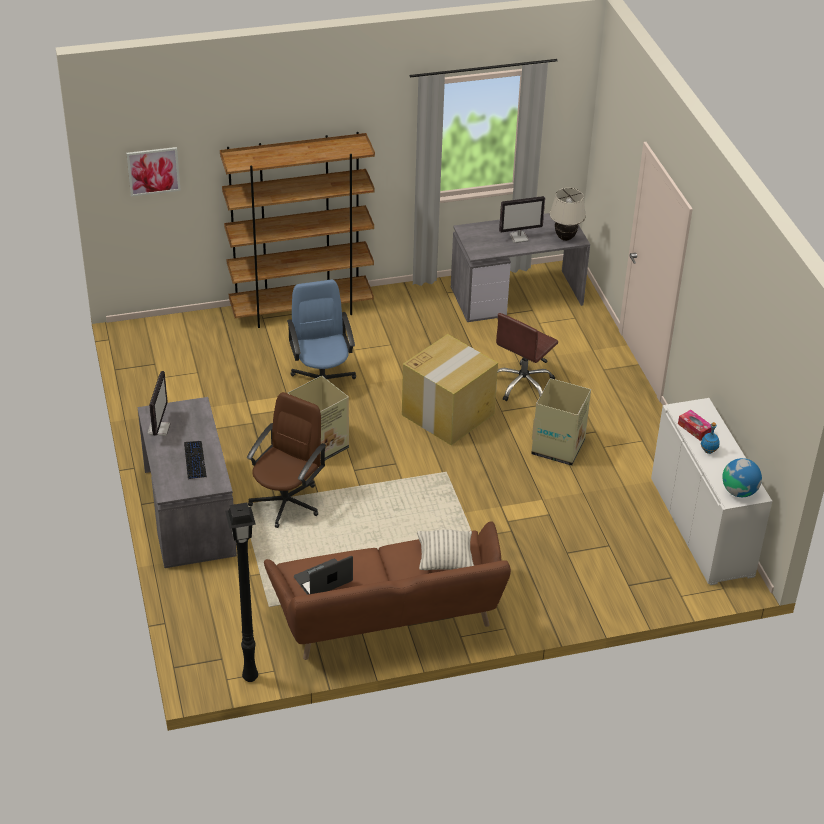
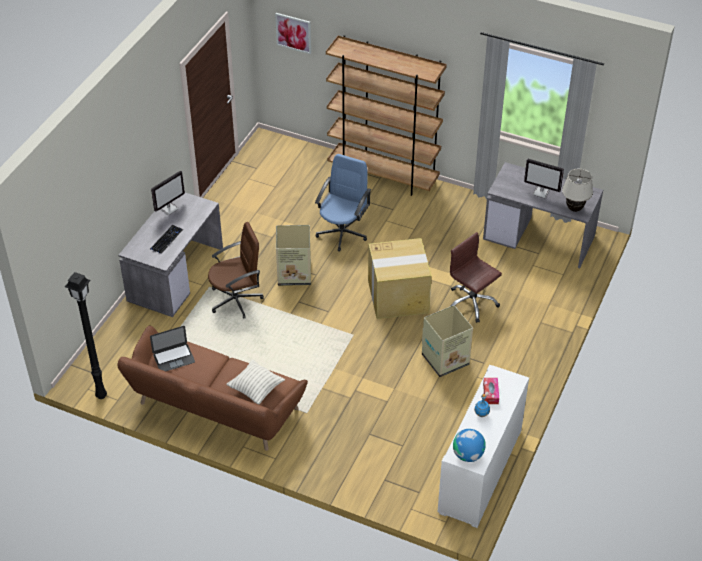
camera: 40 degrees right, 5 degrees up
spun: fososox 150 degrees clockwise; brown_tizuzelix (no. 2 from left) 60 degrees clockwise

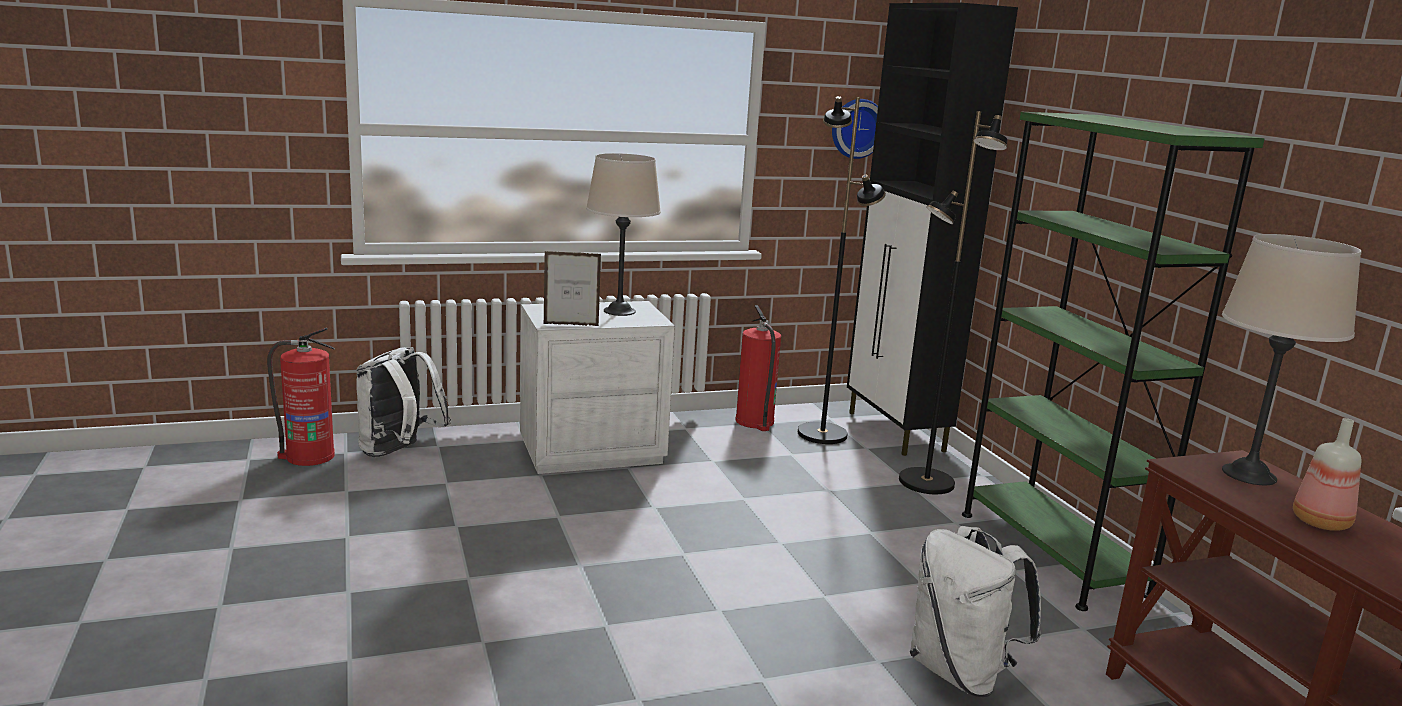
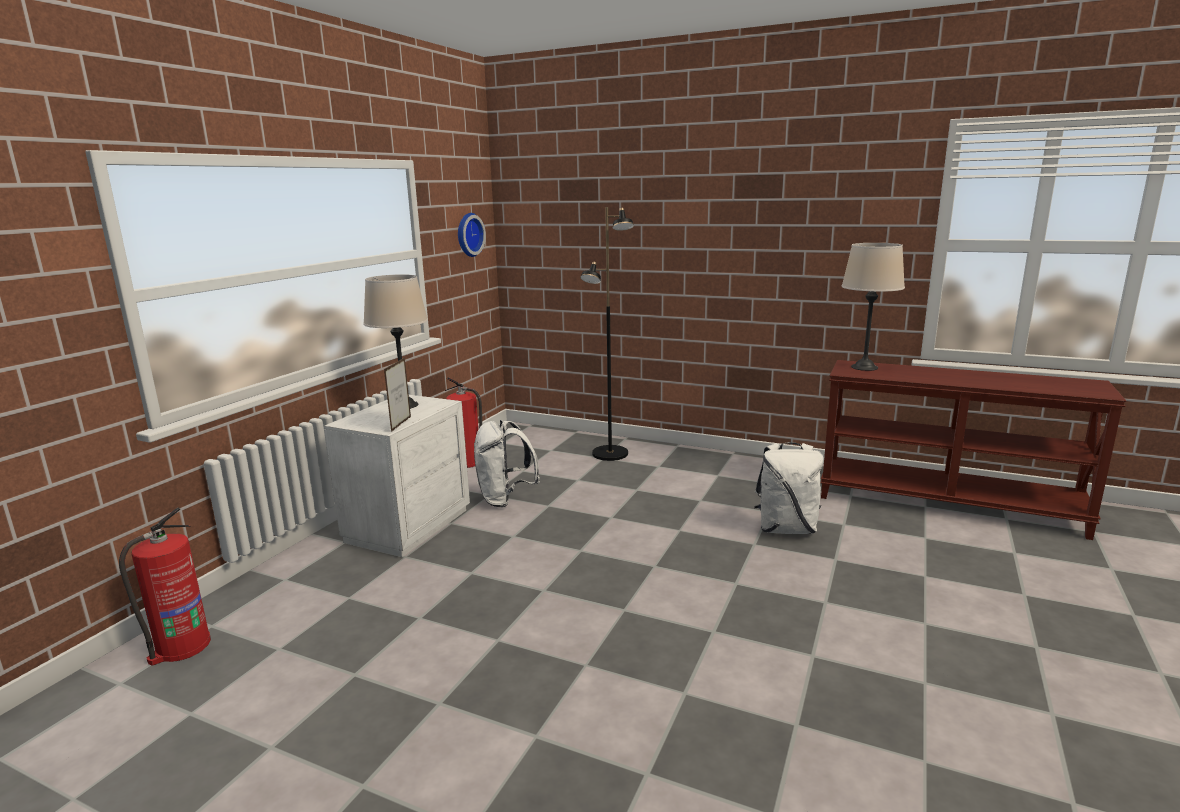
camera: 45 degrees left, 0 degrees up
missing: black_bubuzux (no. 1 from left); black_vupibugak; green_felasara; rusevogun
relocated: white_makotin (no. 1 from left)
spun: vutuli 150 degrees clockwise

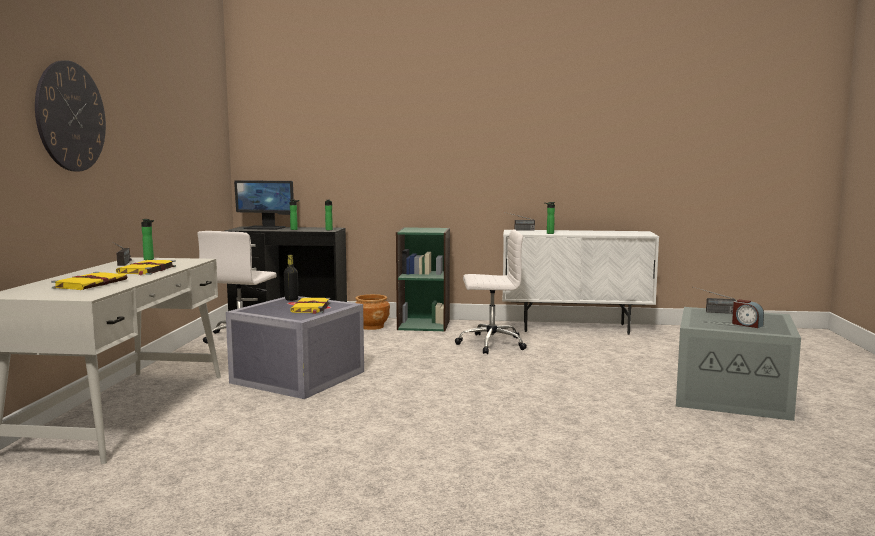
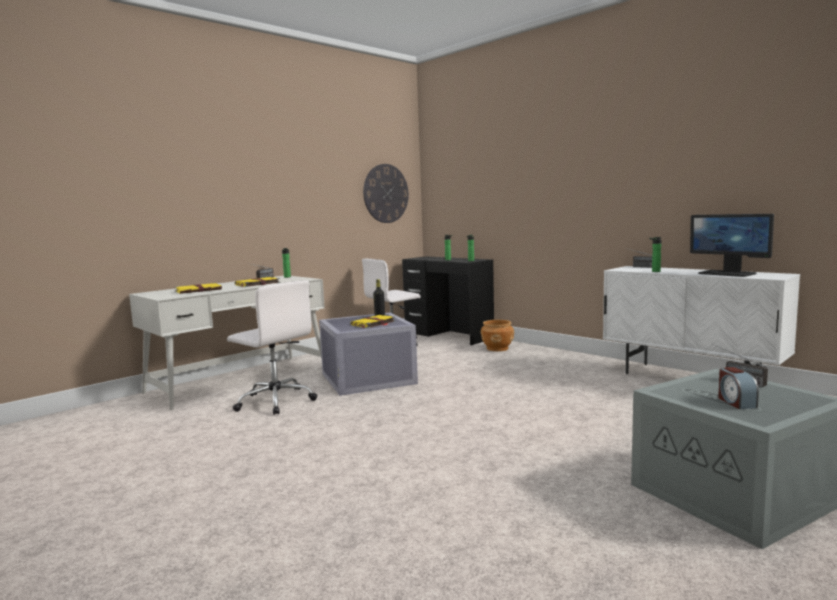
camera: 40 degrees right, 0 degrees up
missing: green_felasara
relocated: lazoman; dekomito; white_tizuzelix (no. 2 from left in the first image) to white_tizuzelix (no. 1 from left)

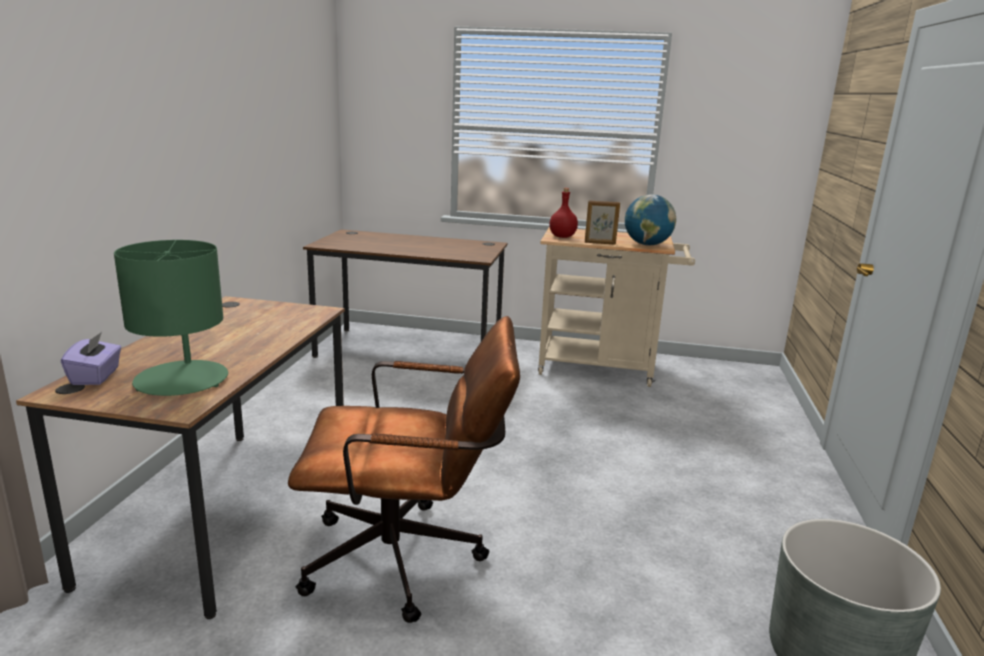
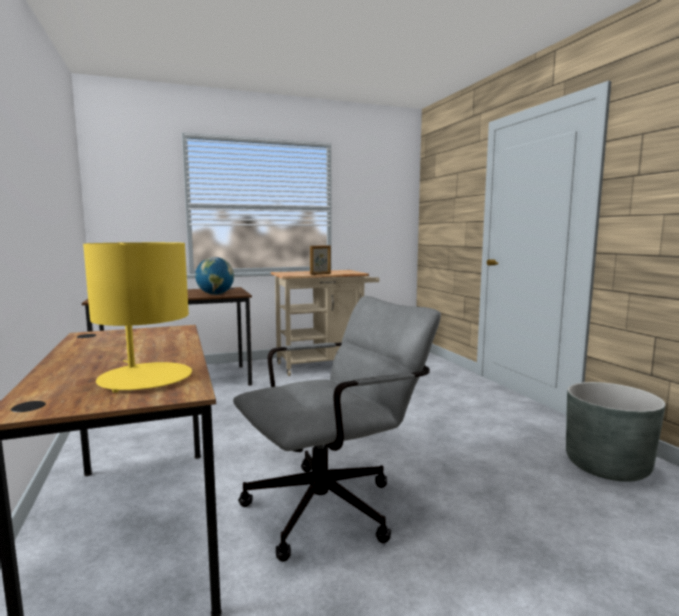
camera: 30 degrees left, 10 degrees down
missing: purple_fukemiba; red_rusevogun
relocated: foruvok
colour: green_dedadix to yellow_dedadix; brown_tizuzelix to grey_tizuzelix

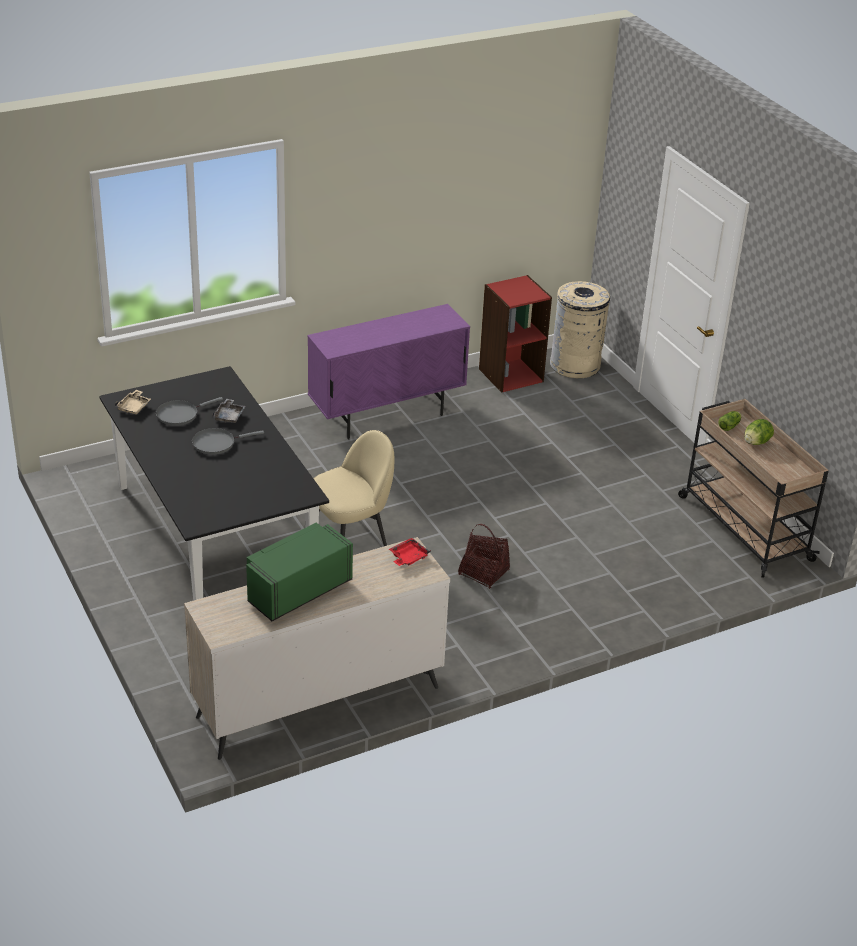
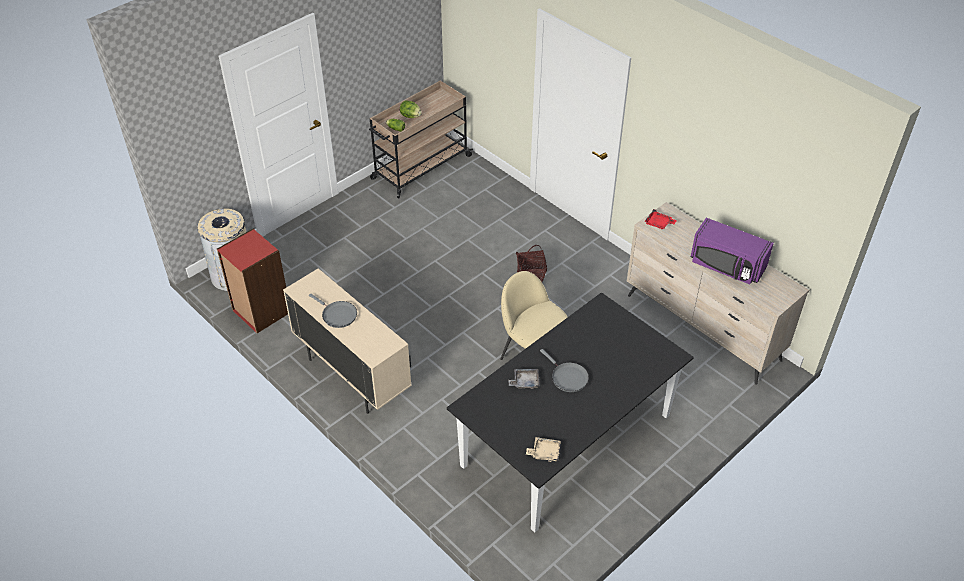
camera: 105 degrees left, 10 degrees up
relocated: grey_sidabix (no. 1 from left)
colour: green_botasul to purple_botasul; purple_vupibugak to beige_vupibugak

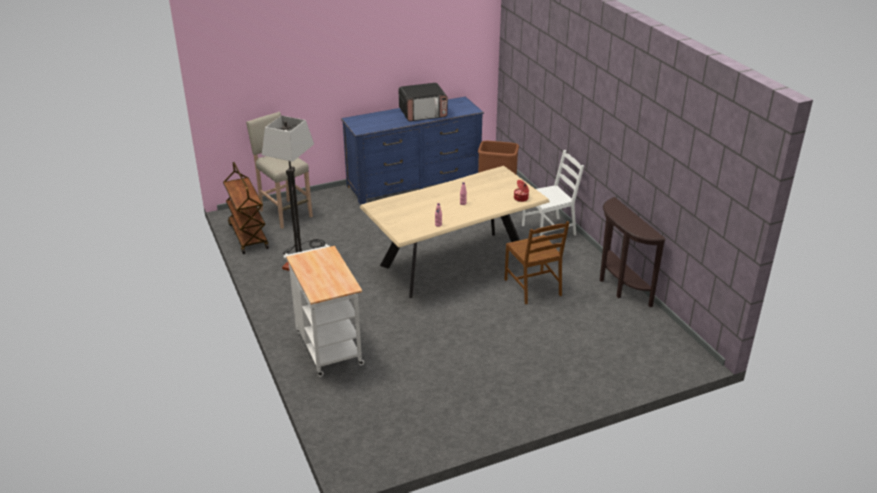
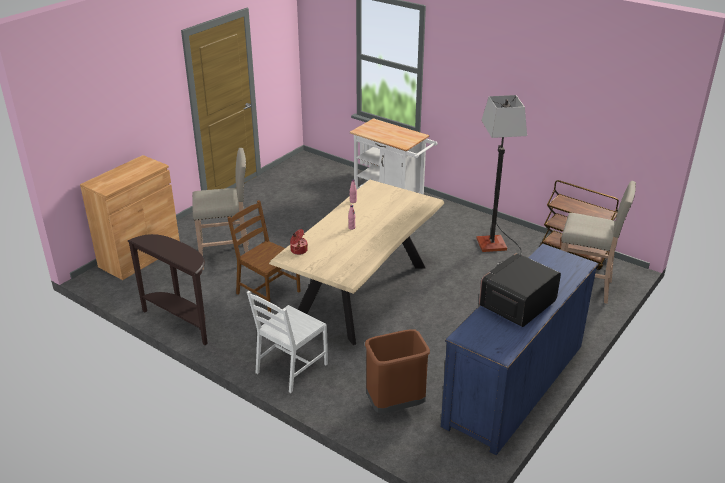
camera: 150 degrees right, 0 degrees up
appeared: brown_vupibugak; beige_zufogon (no. 1 from left)

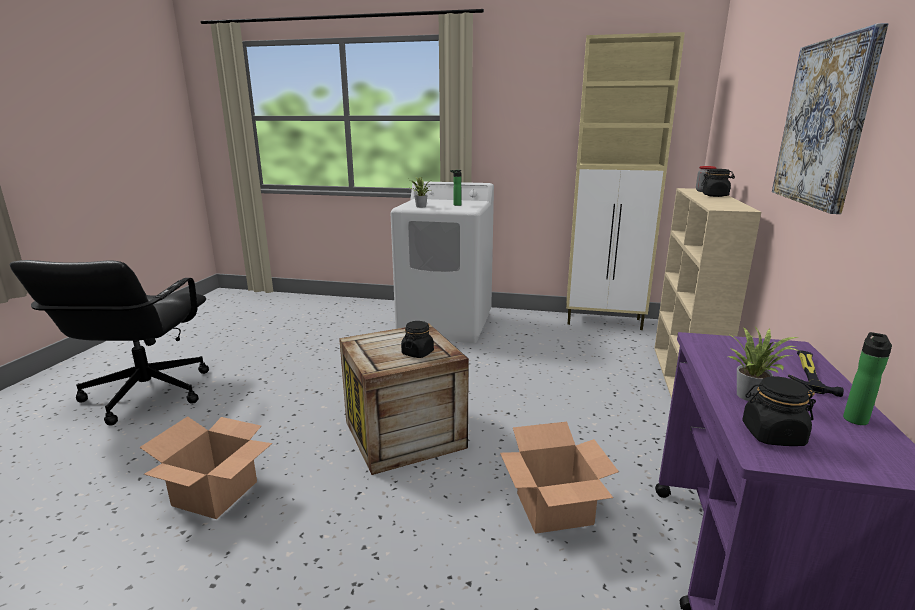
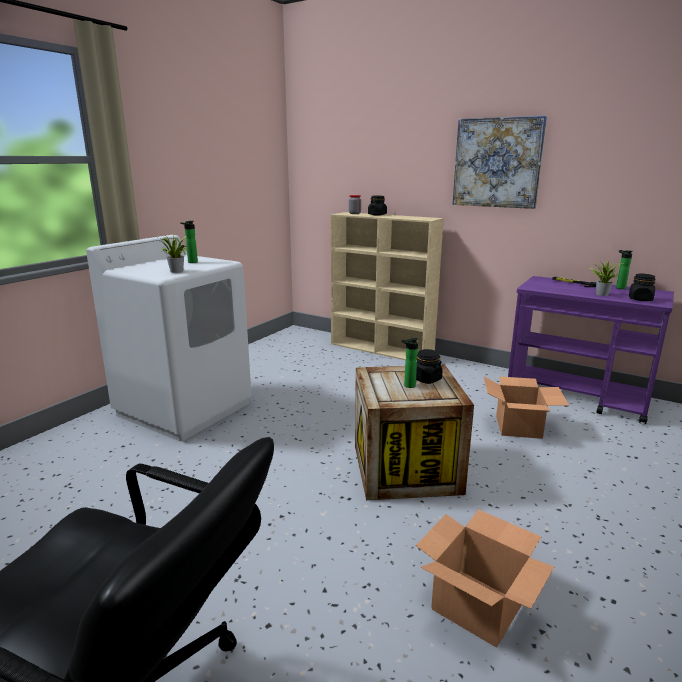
camera: 70 degrees left, 0 degrees up
missing: beige_vupibugak
appeared: rusevogun (no. 2 from left)

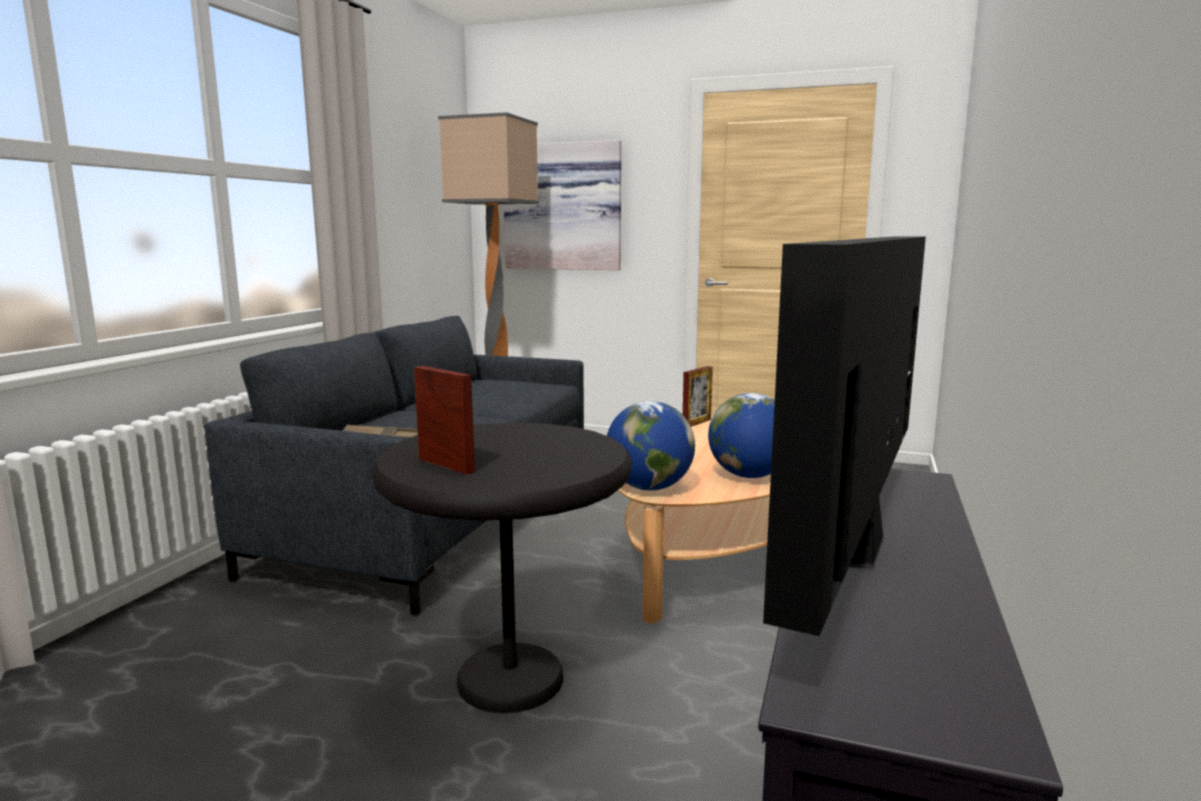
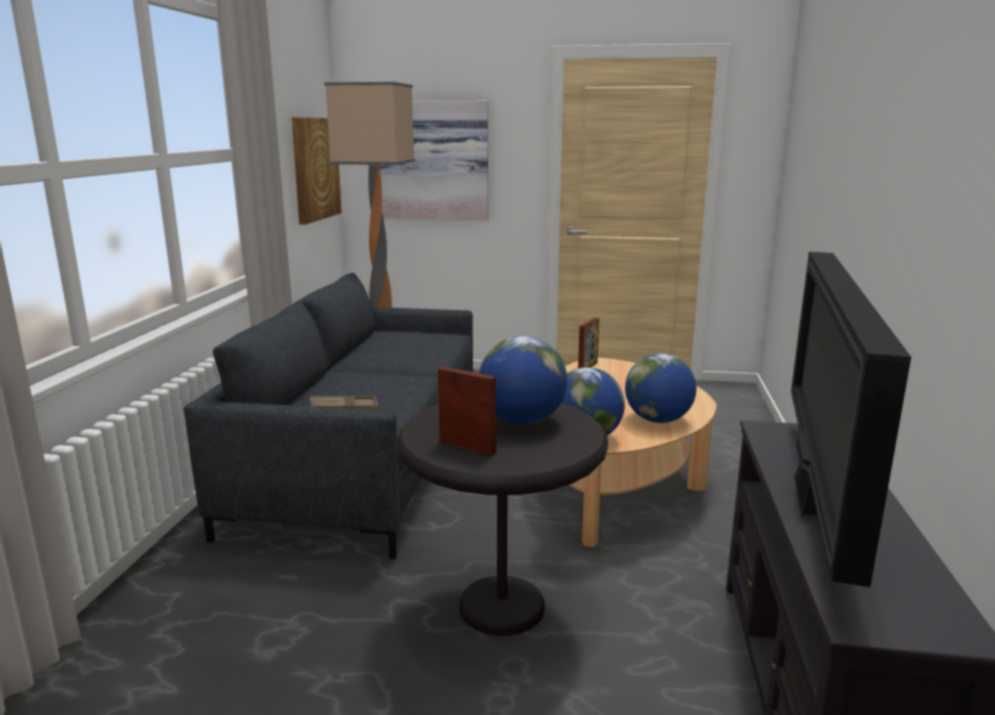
camera: 10 degrees left, 5 degrees up
appeared: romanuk (no. 1 from left); foruvok (no. 1 from left)

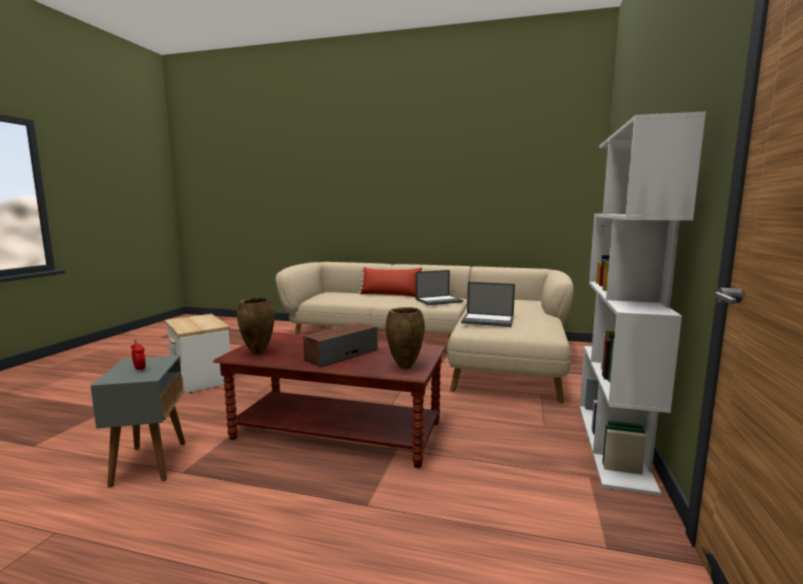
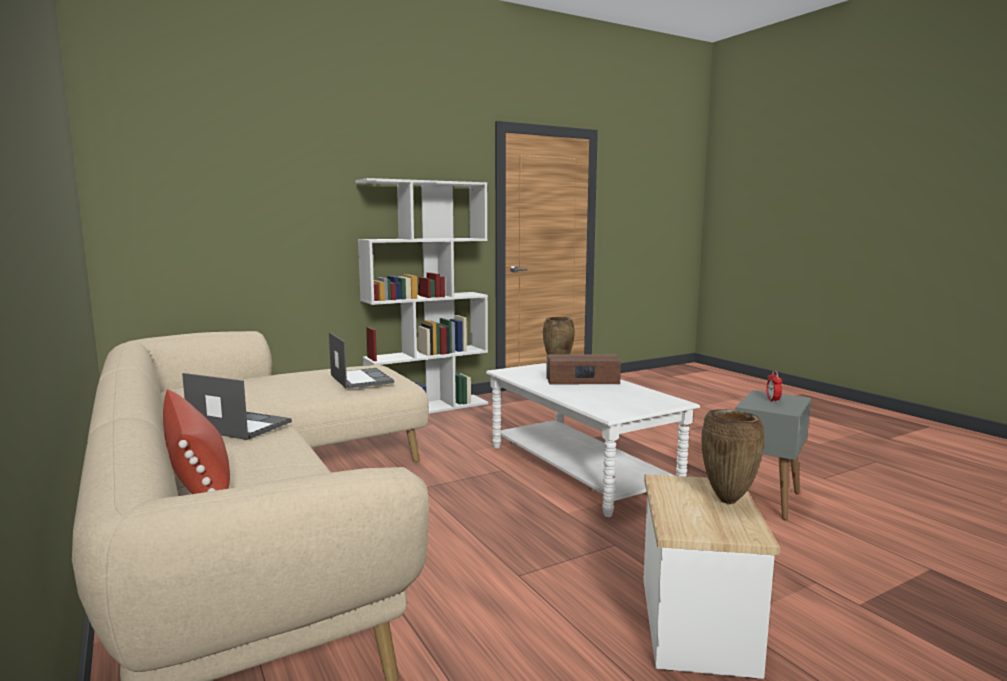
camera: 135 degrees left, 0 degrees up
relocated: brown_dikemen (no. 1 from left in the first image) to brown_dikemen (no. 2 from left)
colour: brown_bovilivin to white_bovilivin

